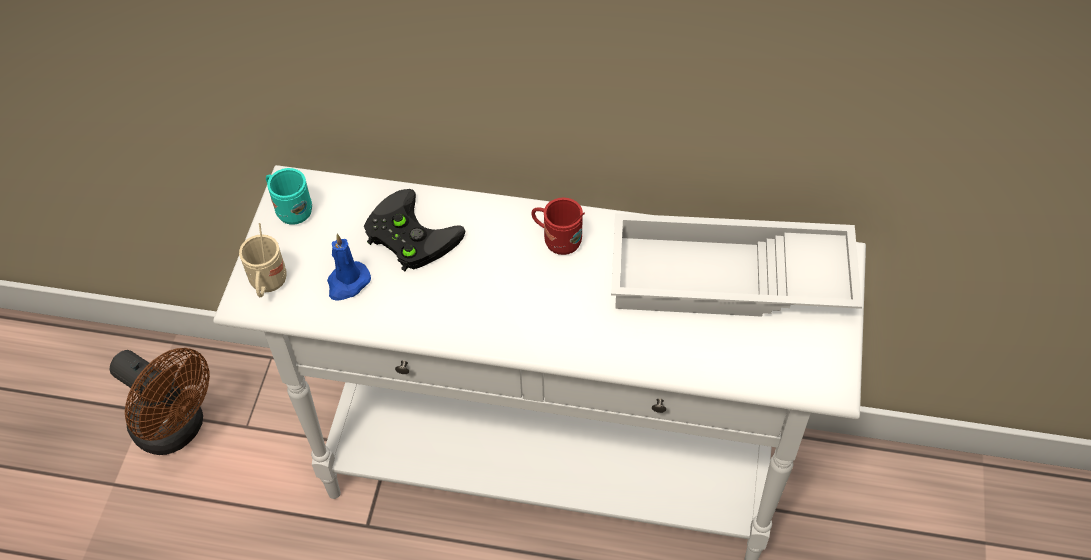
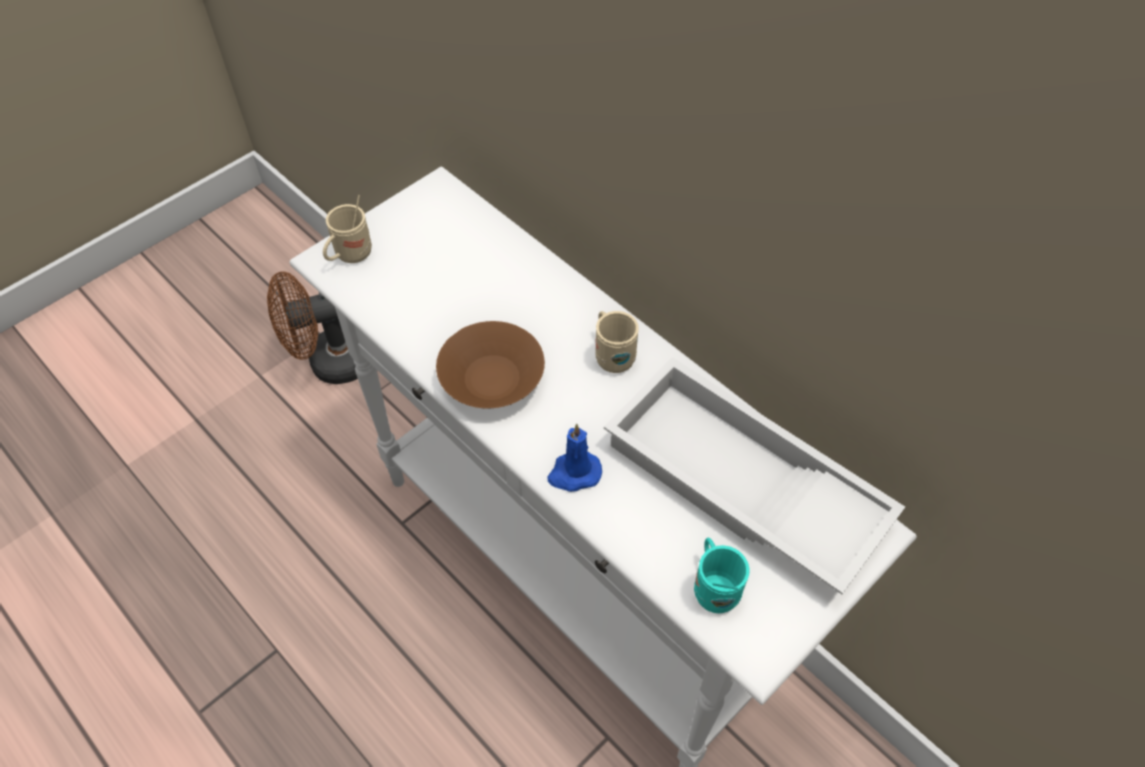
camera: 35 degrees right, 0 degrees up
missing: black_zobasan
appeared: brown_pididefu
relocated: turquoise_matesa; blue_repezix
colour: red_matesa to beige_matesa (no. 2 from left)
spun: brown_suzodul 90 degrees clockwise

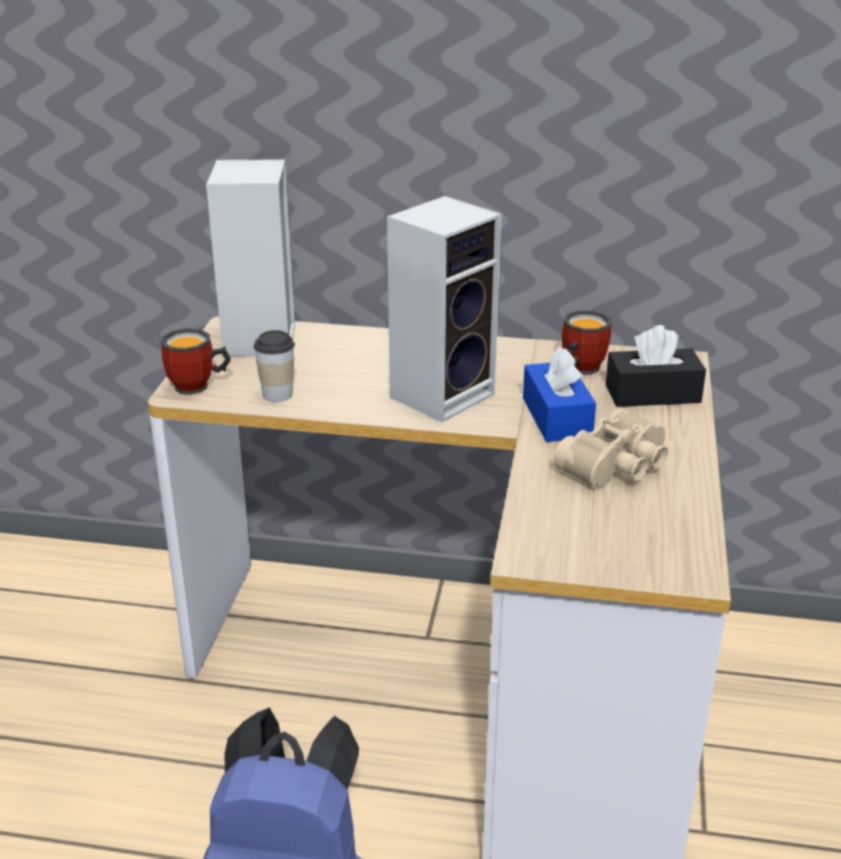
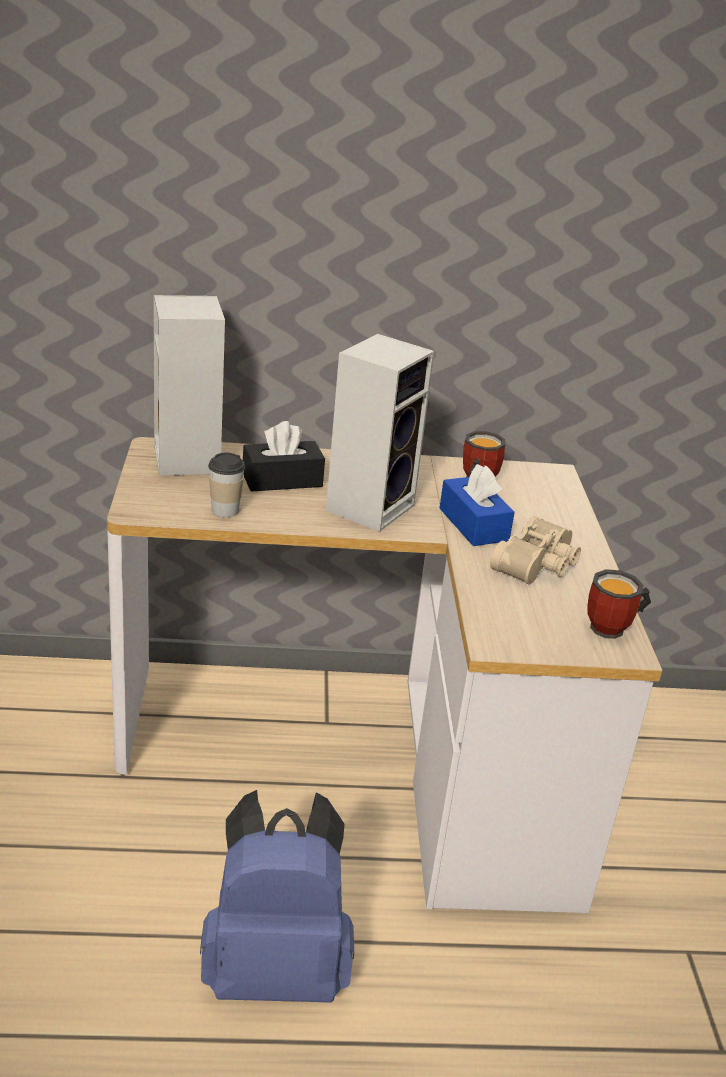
camera: 15 degrees left, 0 degrees up
relocated: matesa (no. 1 from left in the first image) to matesa (no. 2 from left); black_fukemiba

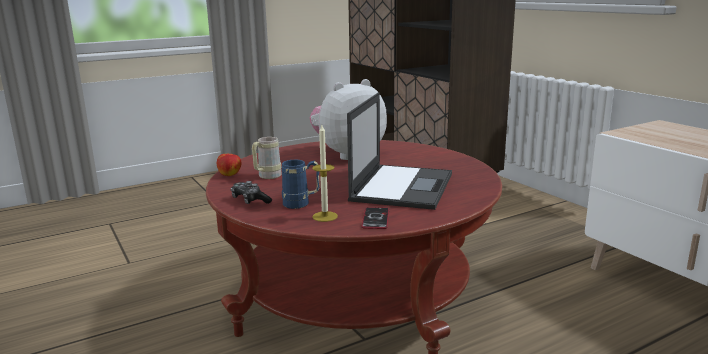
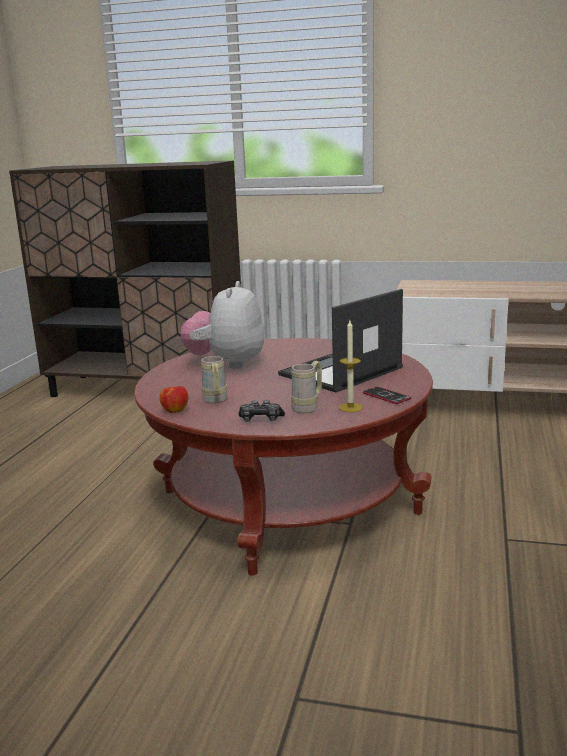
camera: 45 degrees left, 0 degrees up
colour: blue_matesa to beige_matesa (no. 2 from left)
spun: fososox 105 degrees counterclockwise

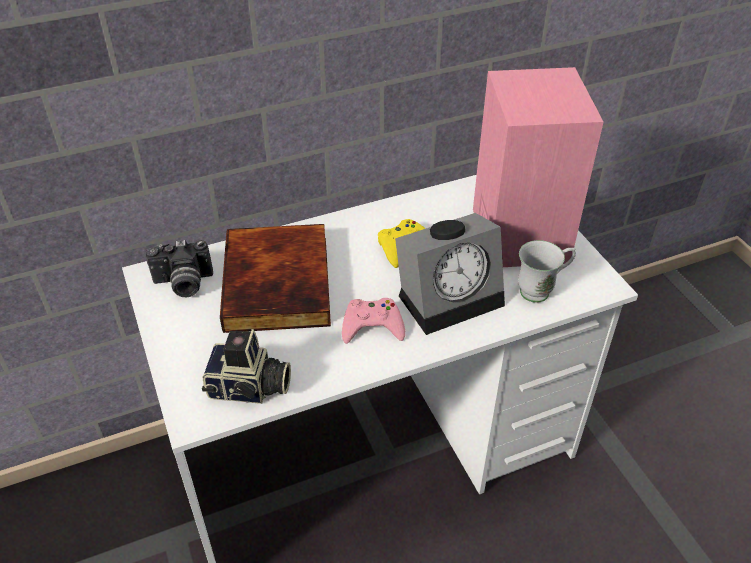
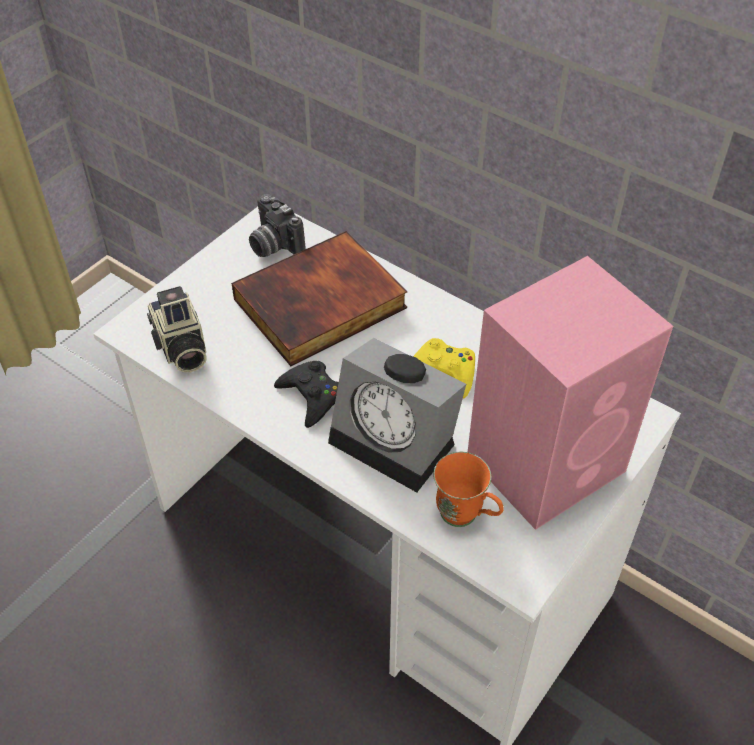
camera: 60 degrees right, 5 degrees up
colour: pink_zobasan to black_zobasan; white_matesa to orange_matesa

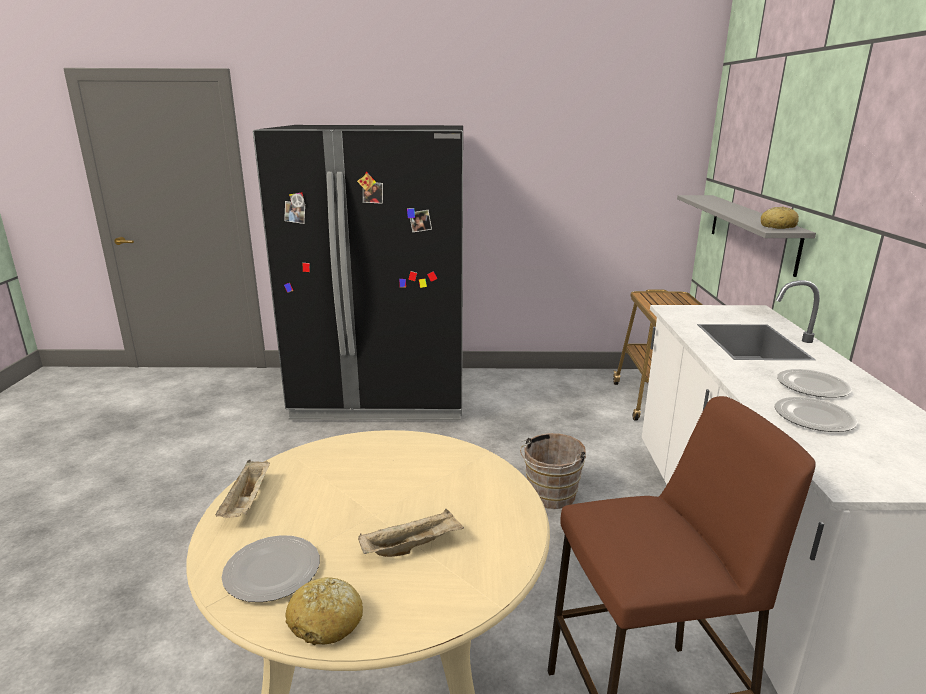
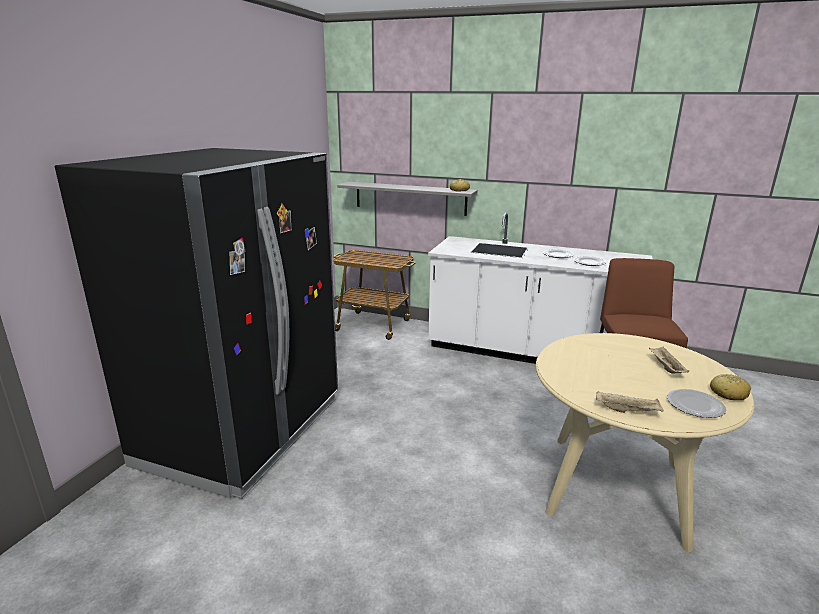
camera: 70 degrees left, 0 degrees up
missing: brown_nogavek

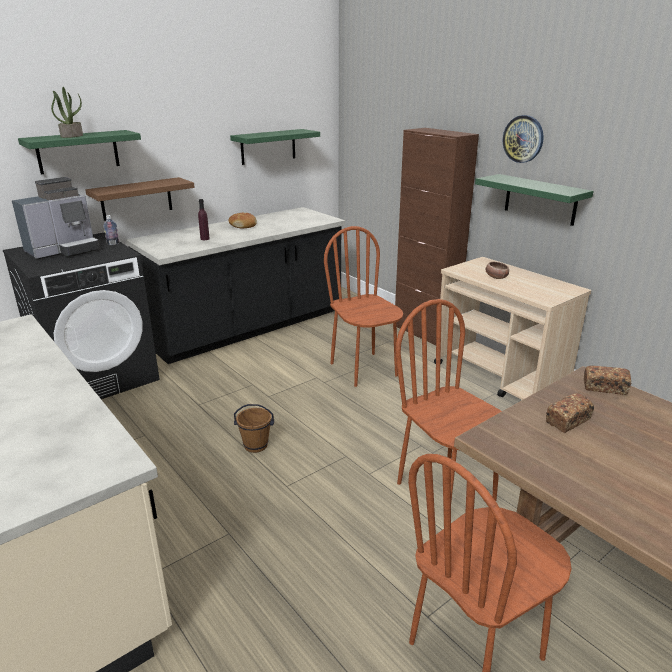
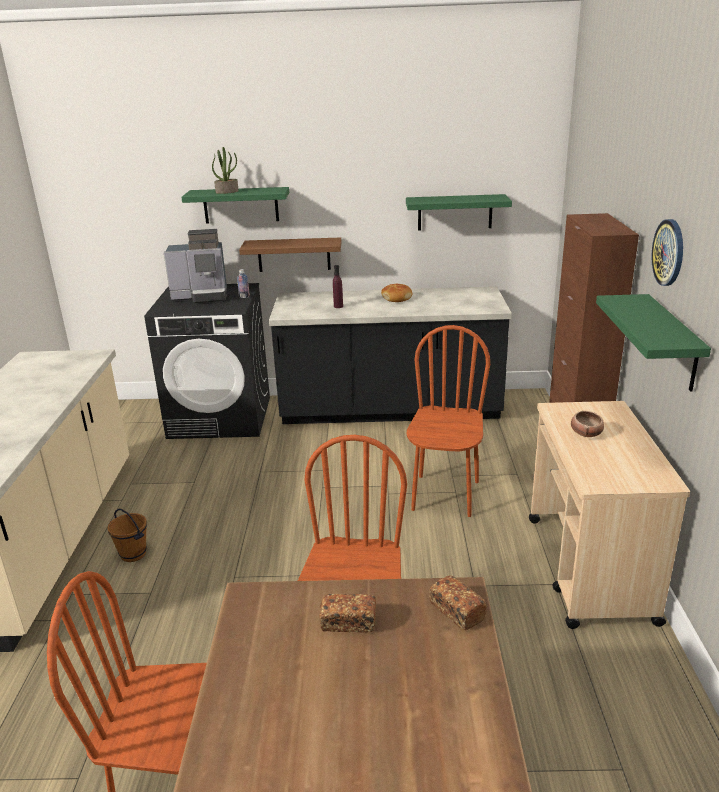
camera: 40 degrees right, 0 degrees up
relocated: brown_nogavek

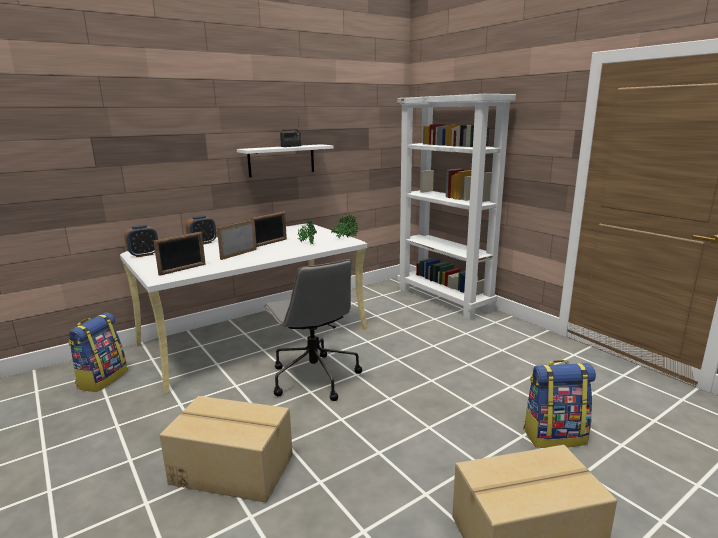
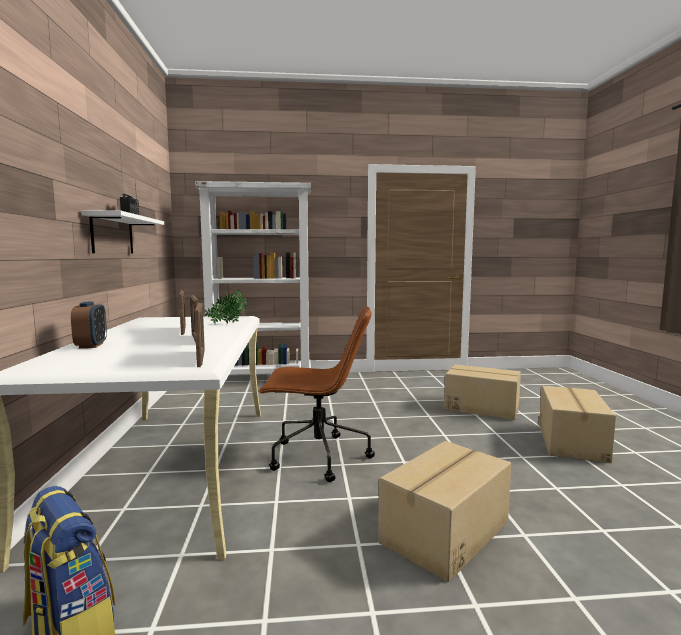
camera: 60 degrees left, 10 degrees down
missing: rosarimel (no. 1 from left)
exchanged: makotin (no. 2 from left) to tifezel (no. 2 from left)
colour: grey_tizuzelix to brown_tizuzelix

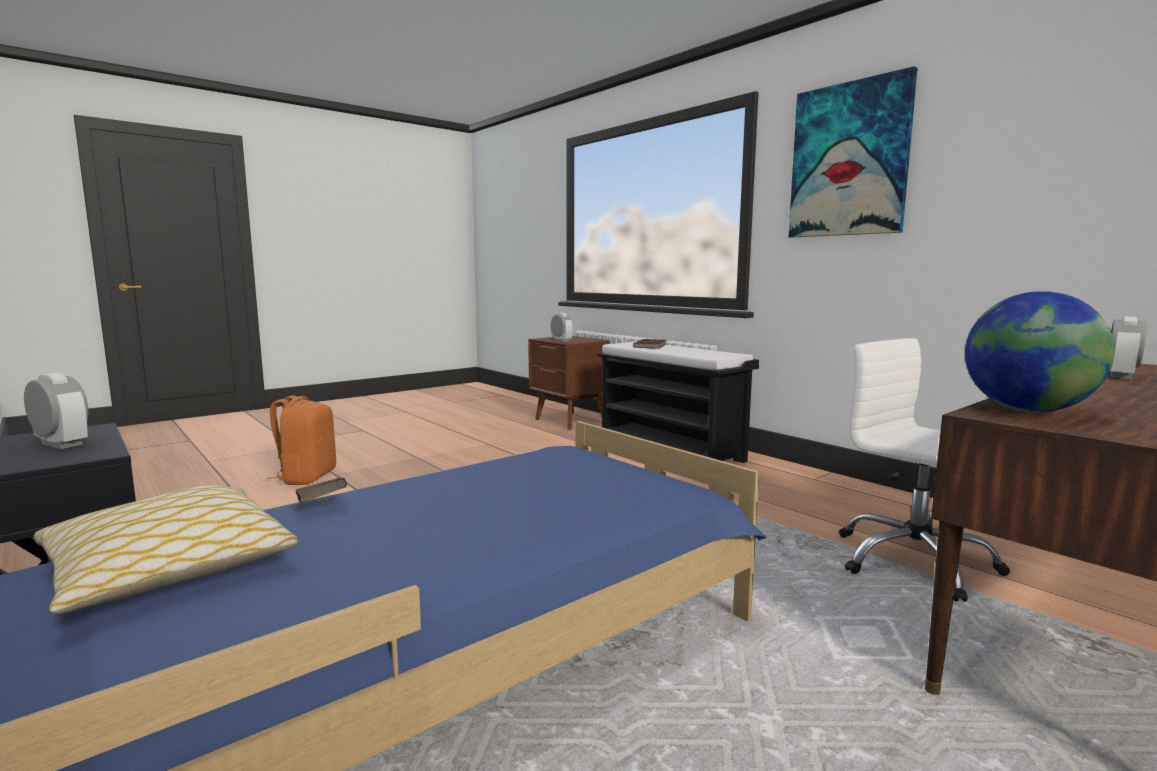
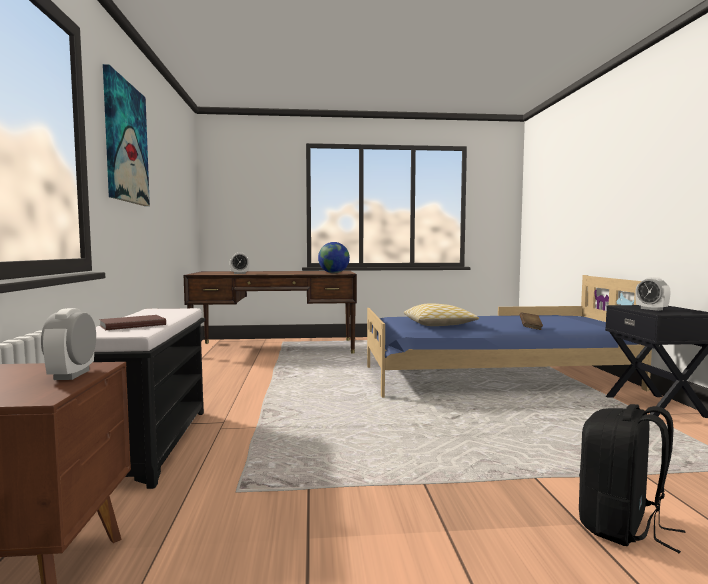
camera: 145 degrees left, 5 degrees down
missing: white_tizuzelix
relocated: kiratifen
colour: orange_makotin to black_makotin

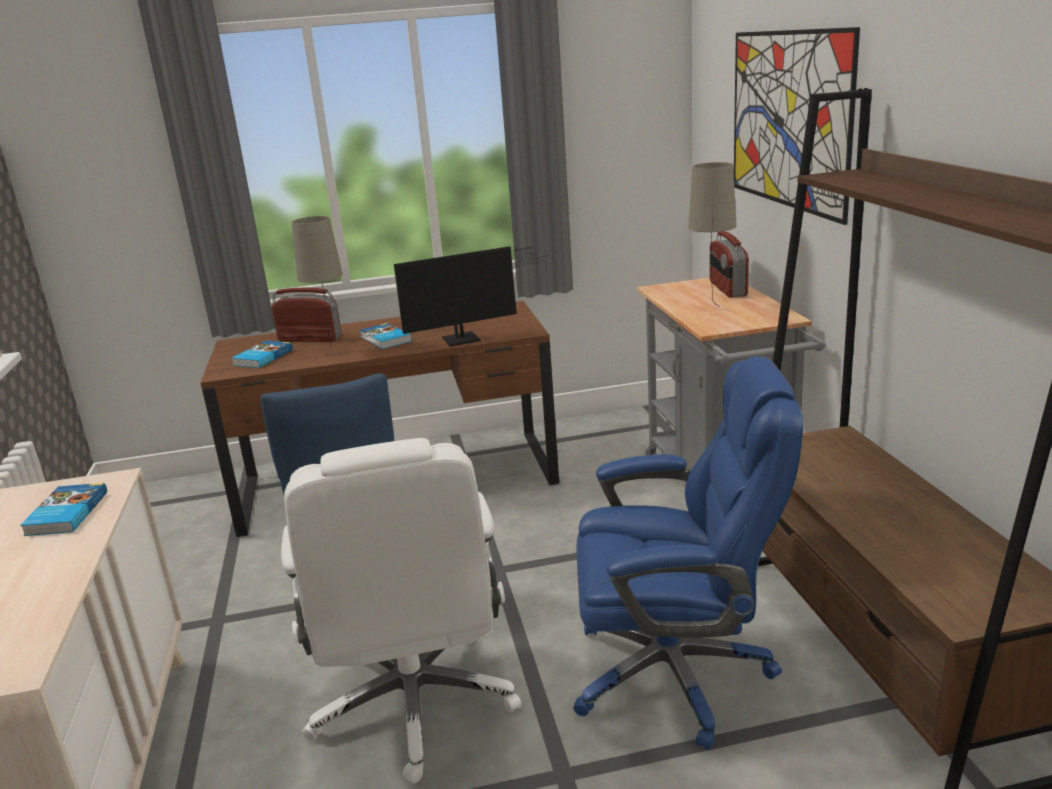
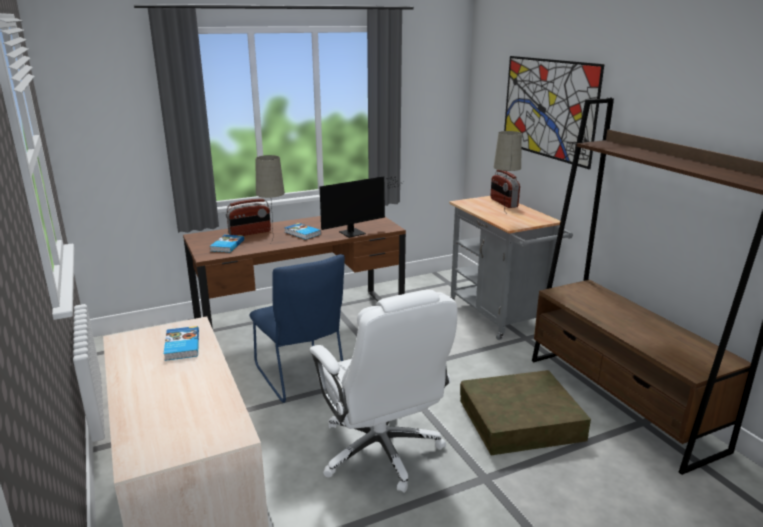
camera: 15 degrees left, 0 degrees up
exchanged: blue_tizuzelix to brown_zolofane
spun: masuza (no. 1 from left) 150 degrees clockwise

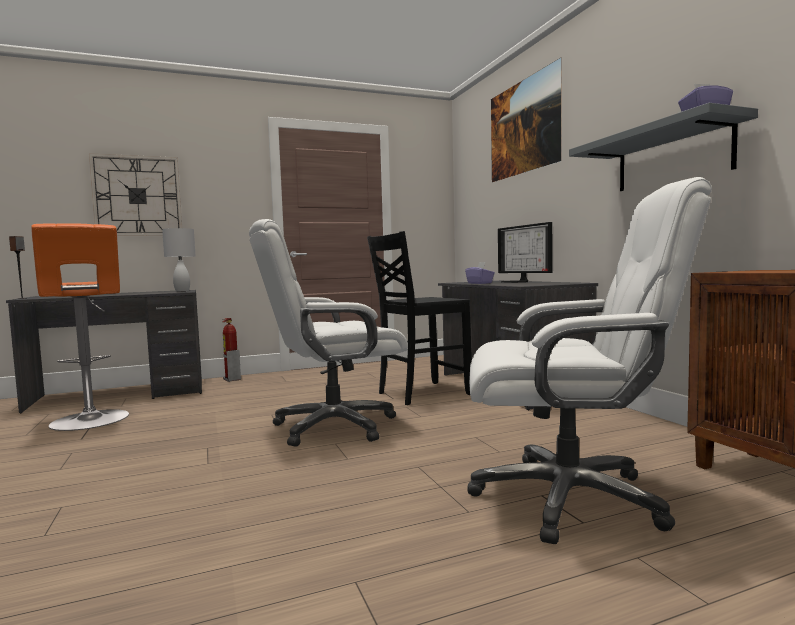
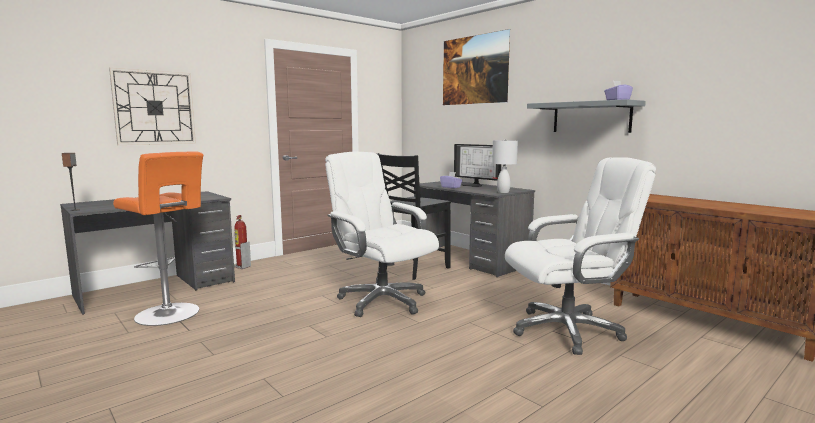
camera: 20 degrees left, 5 degrees up
relocated: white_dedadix
spun: white_tizuzelix (no. 1 from left) 90 degrees clockwise

